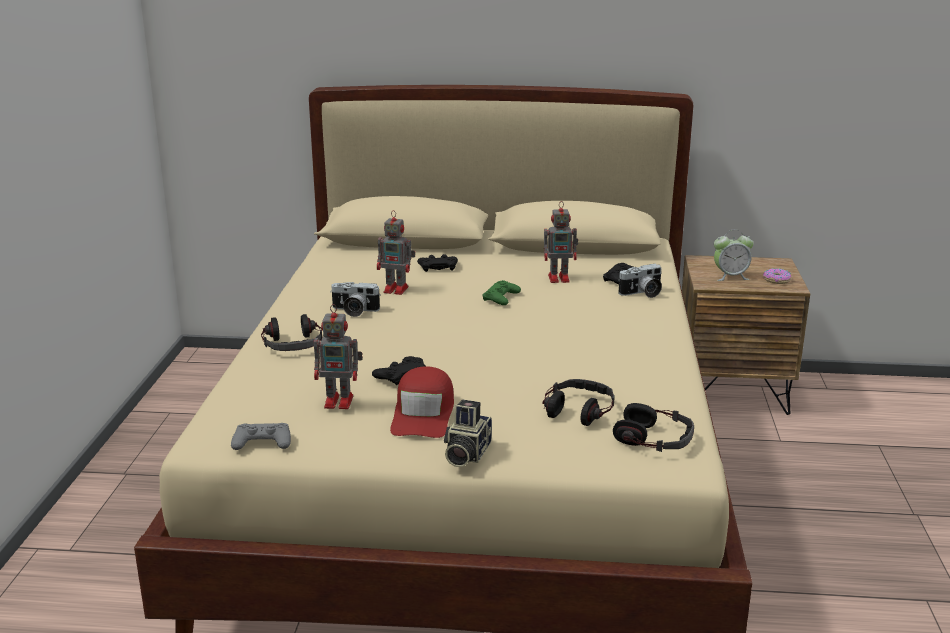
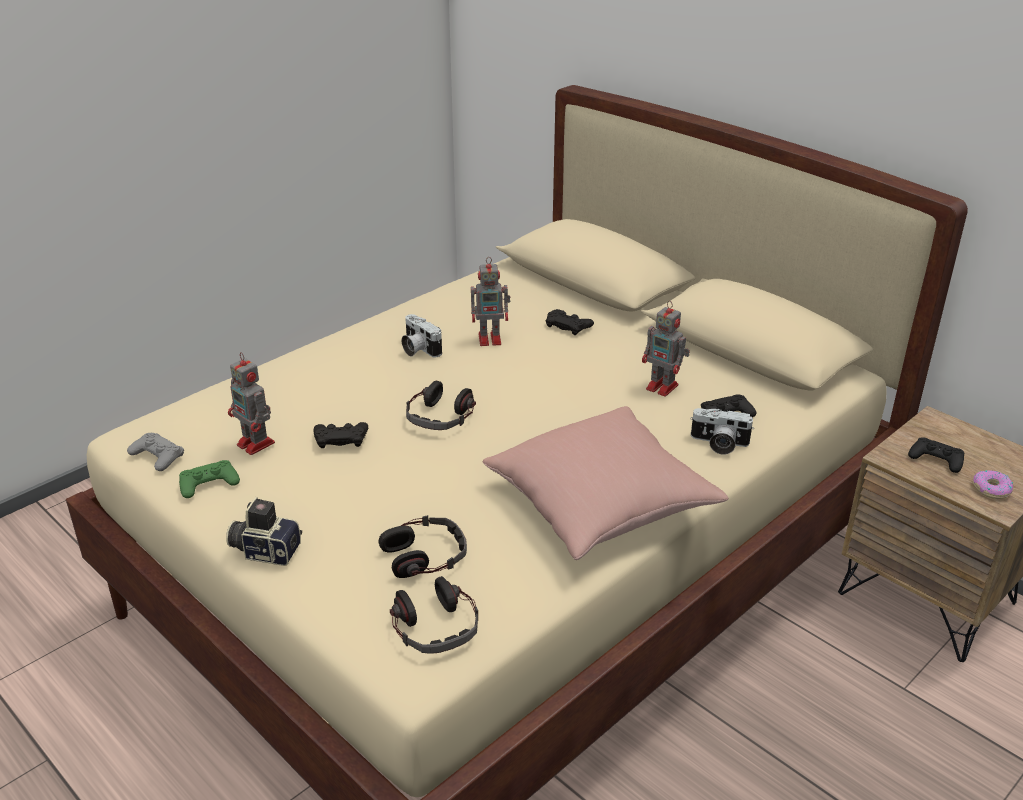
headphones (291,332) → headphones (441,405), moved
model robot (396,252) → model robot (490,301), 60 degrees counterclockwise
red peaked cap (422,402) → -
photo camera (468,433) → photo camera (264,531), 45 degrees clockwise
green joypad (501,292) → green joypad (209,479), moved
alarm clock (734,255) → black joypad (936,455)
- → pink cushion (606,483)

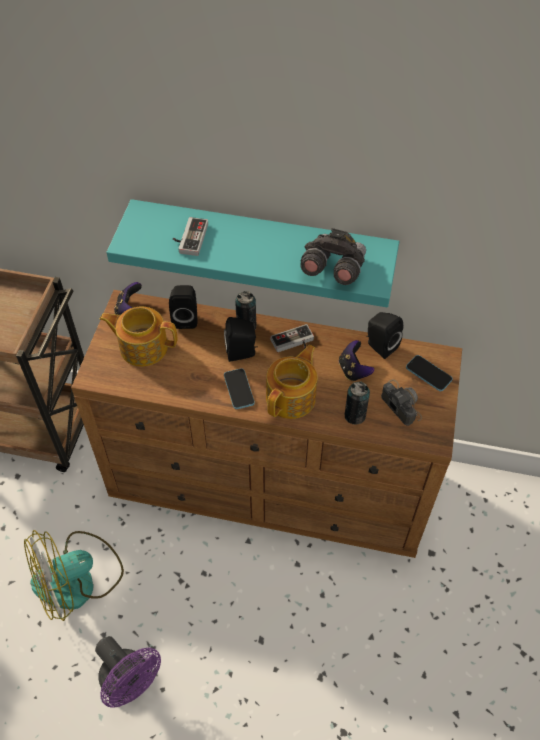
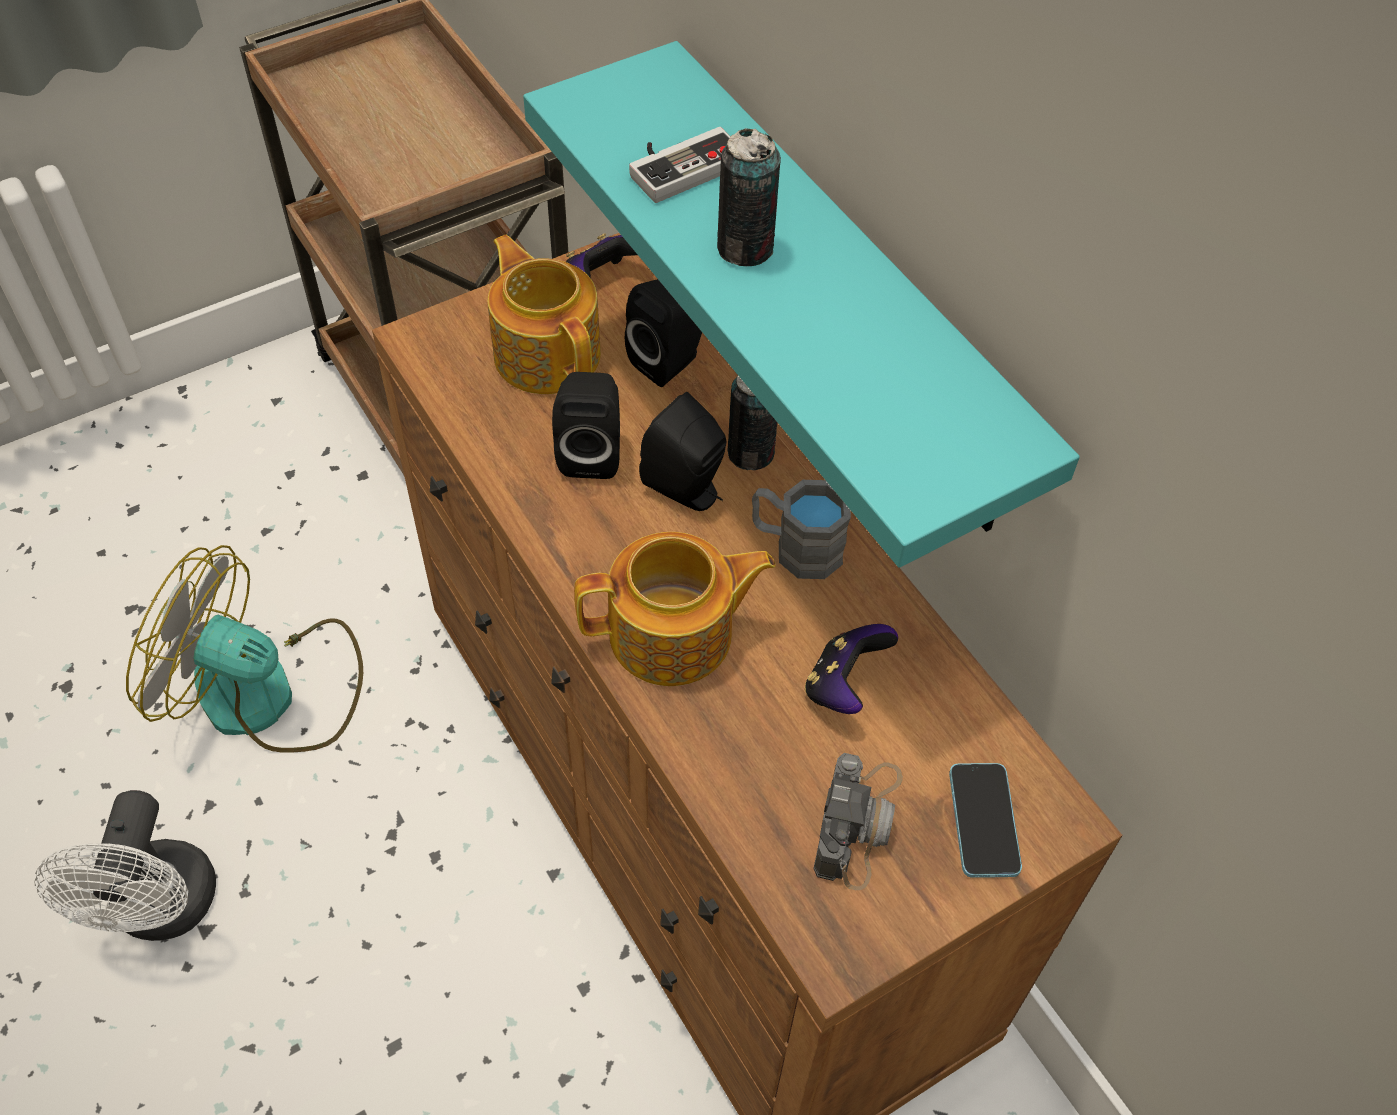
purplish fan (128,672) → white fan (125,865)
handset (239,388) → -
joypad (292,338) → grey tea mug (801,529)
grey field glasses (333,256) → -
metal can (357,403) → metal can (749,197), moved
black speaker (384,335) → black speaker (586,425), moved

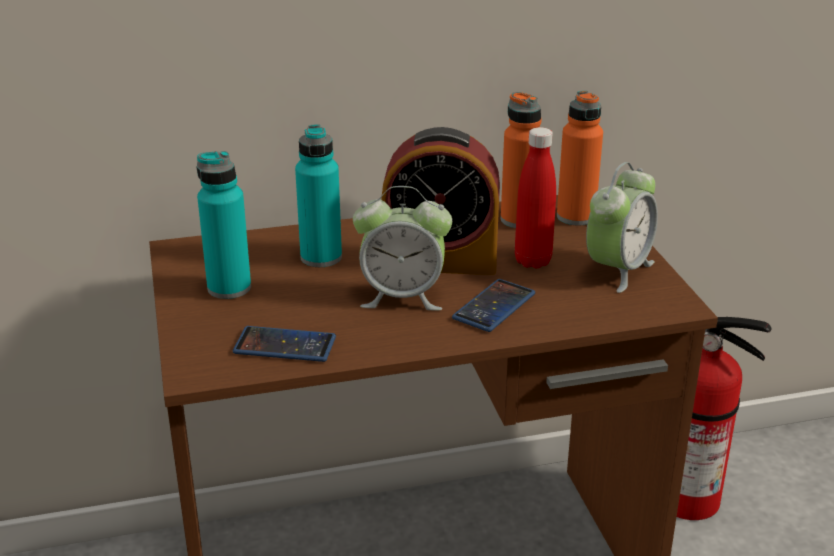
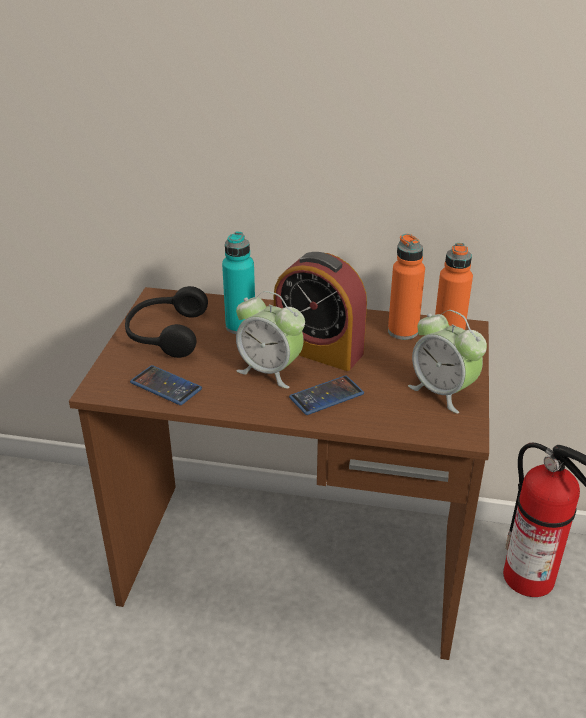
blue-green bottle (224,225) → black headphones (166,322)
red bottle (535,197) → -
alarm clock (622,227) → alarm clock (447,362), 75 degrees clockwise

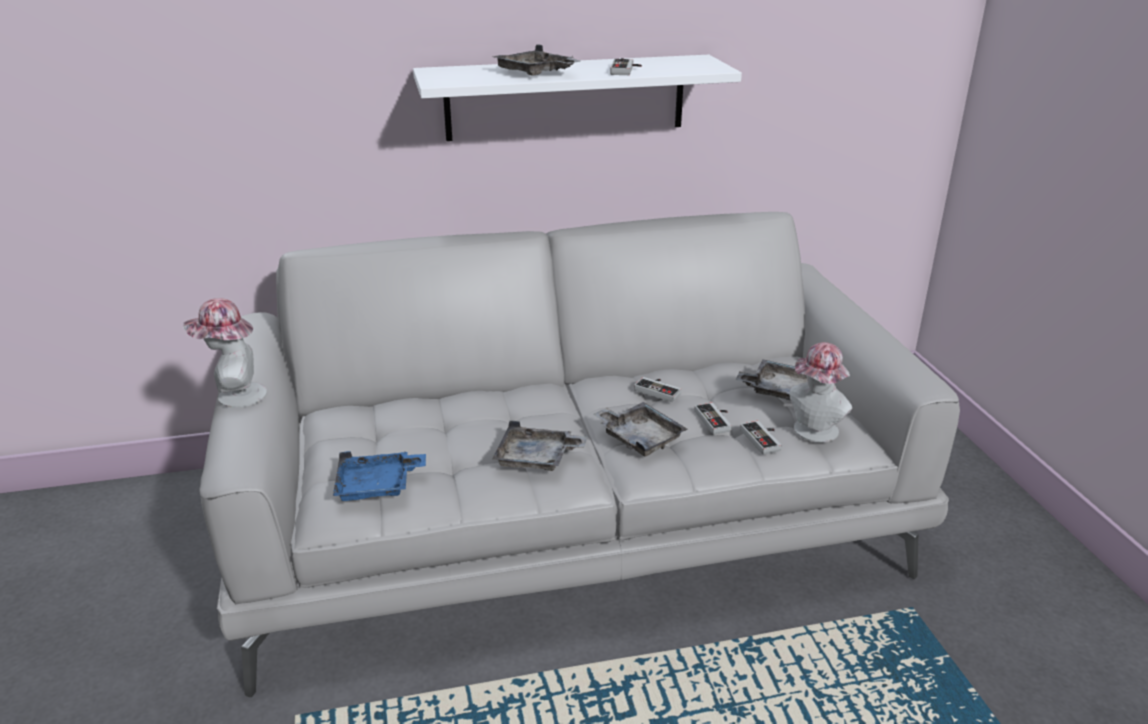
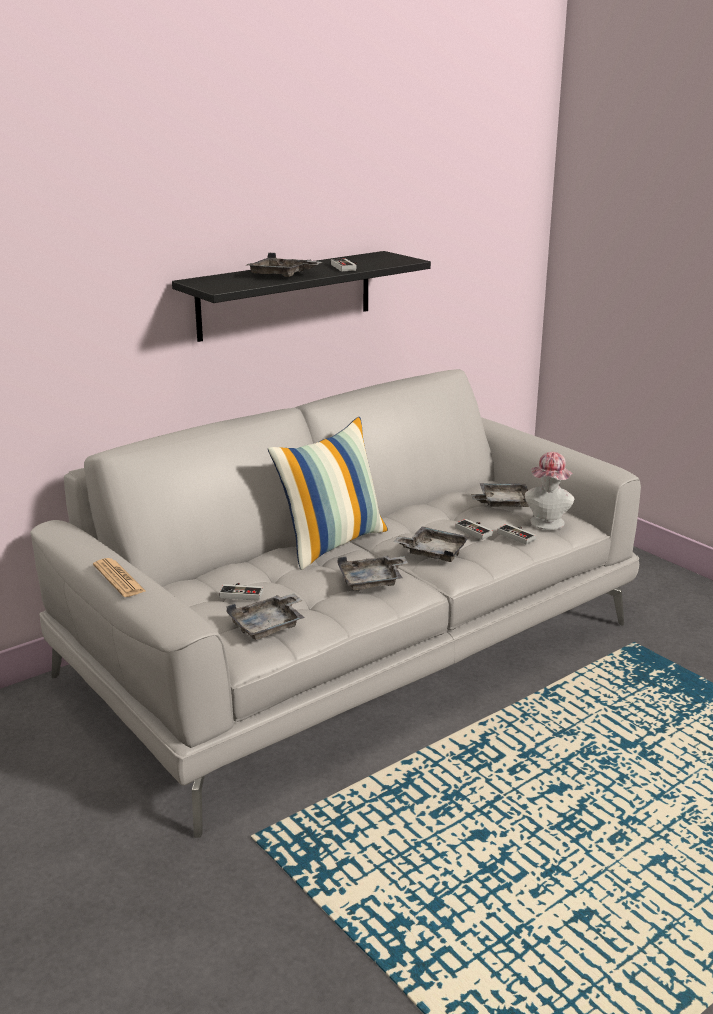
hat (225,353) → daily paper (119,577)
blue carrying tray (379,476) → grey carrying tray (265,616)
white bracket shelf (577,98) → black bracket shelf (301,296)
joypad (657,389) → joypad (241,592), moved
- → cushion (328,493)

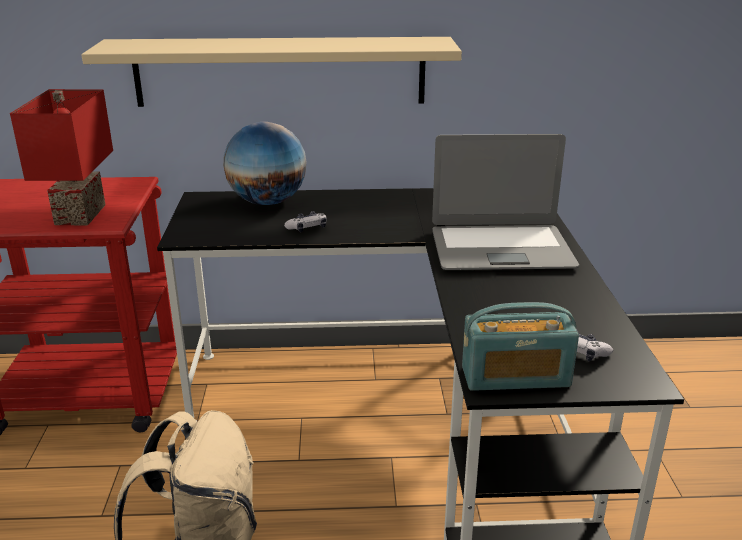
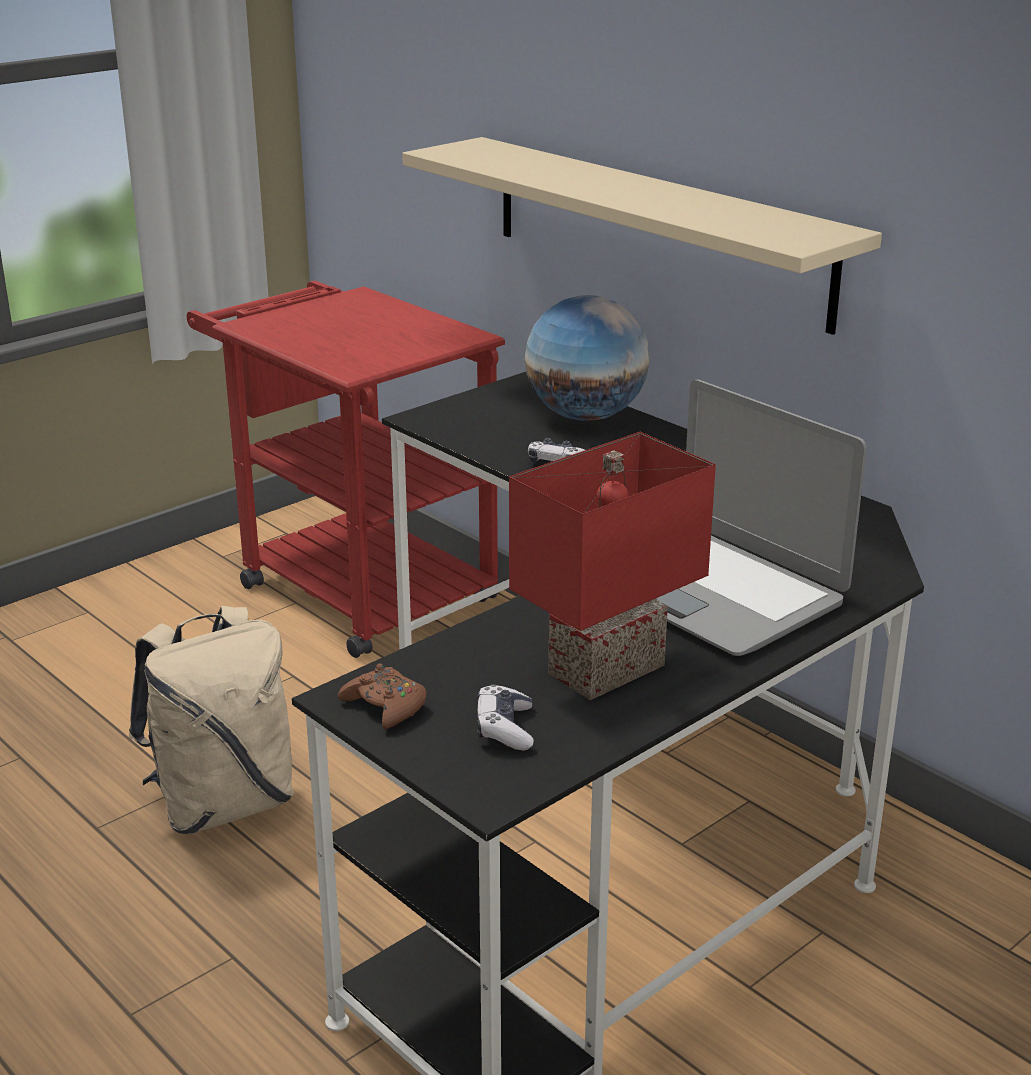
red tabletop lamp (61,157) → red tabletop lamp (612,566), moved
radio (520,346) → brown joypad (382,696)

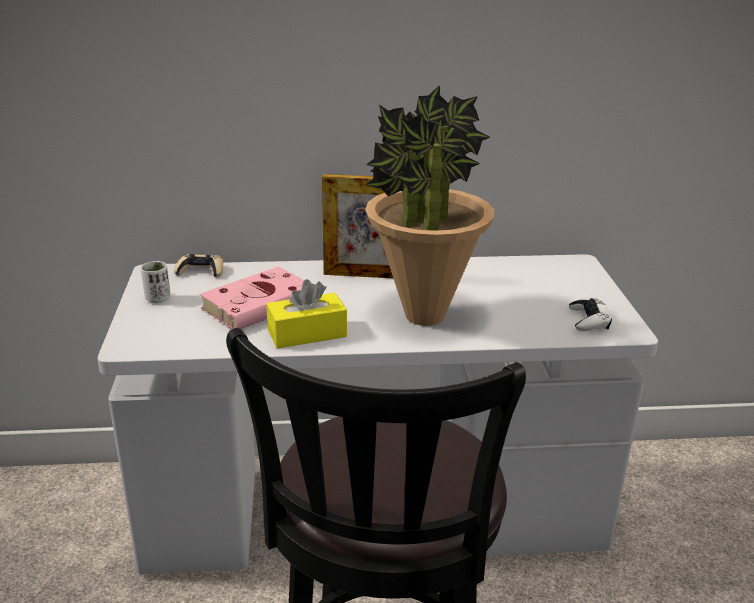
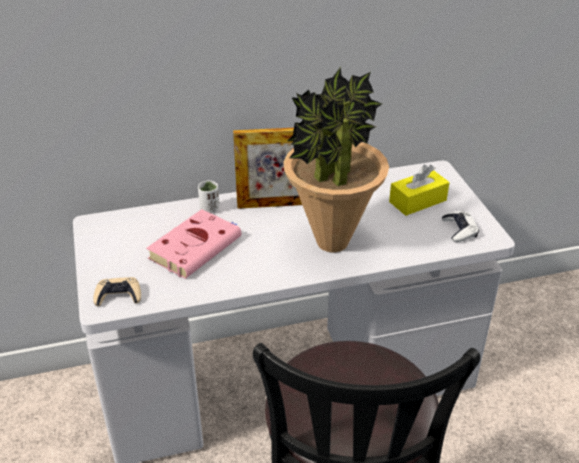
white drinking cup (156,282) → white drinking cup (209,197), moved
beige-coloured joypad (198,266) → beige-coloured joypad (117,291), moved
yellow-coloured tissue holder (306,313) → yellow-coloured tissue holder (419,190), moved

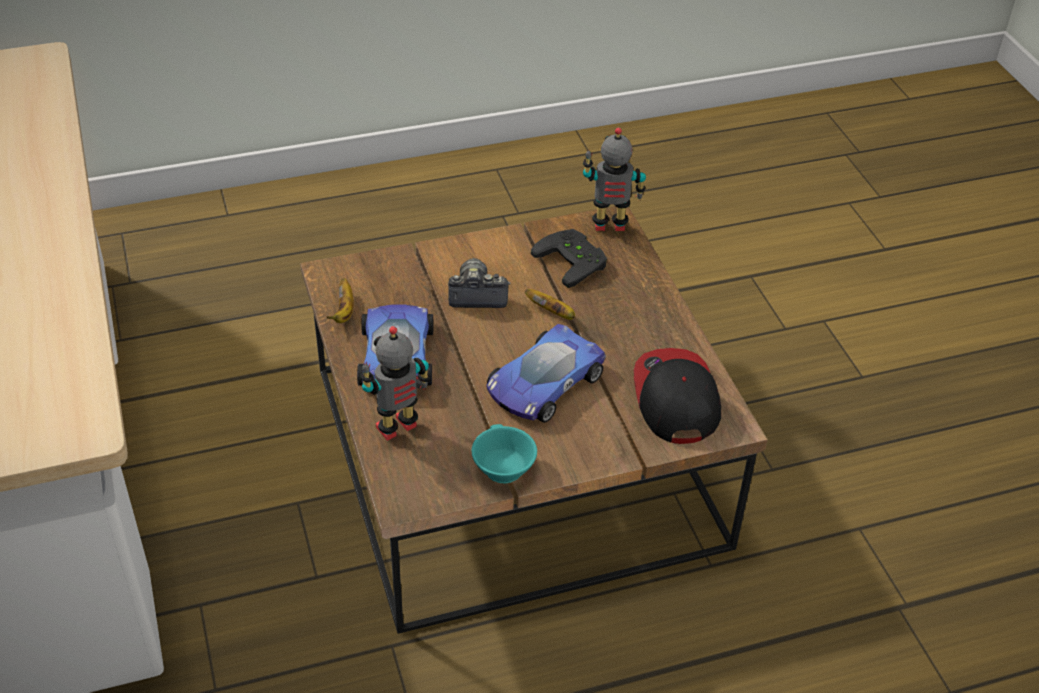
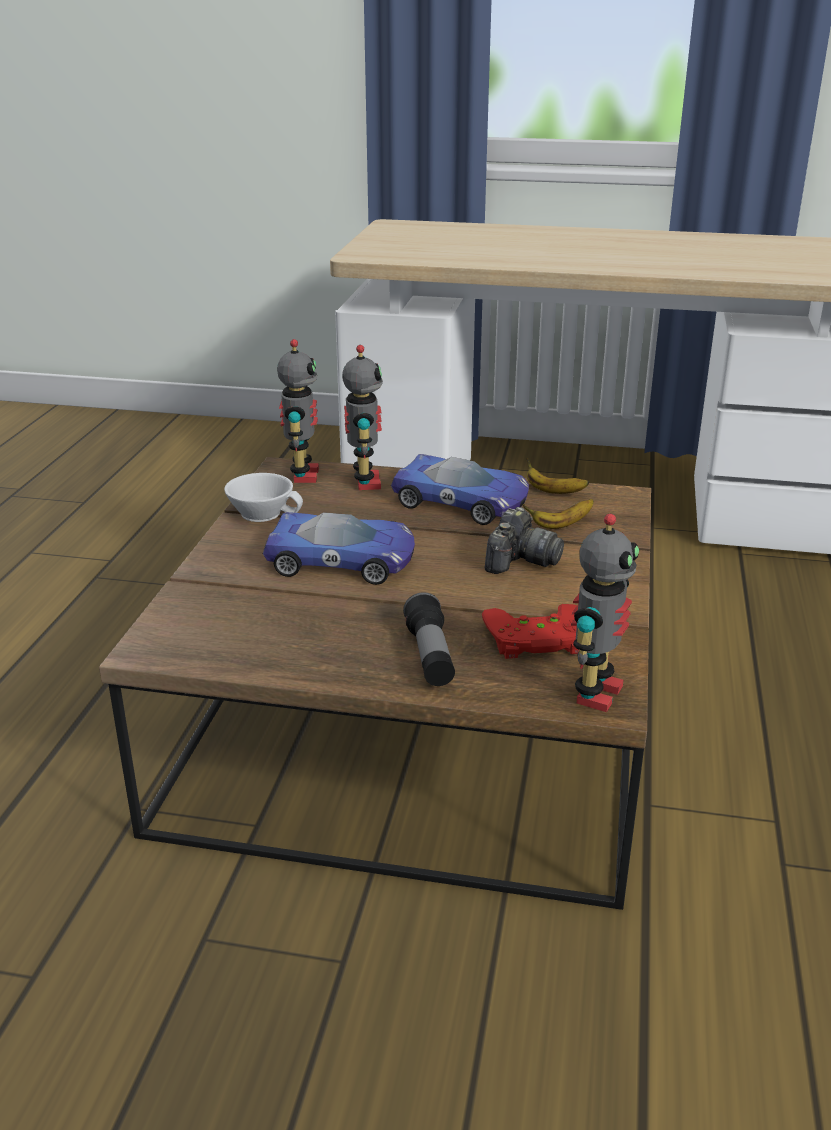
blue-green drinking cup (504,453) → white drinking cup (263,497)
toy car (546,373) → toy car (339,548), 120 degrees clockwise
banana (550,304) → banana (558,514), moved
black joypad (569,258) → red joypad (530,631)
peaked cap (677,396) → -
- → model robot (298,411)
- → flashlight (429,639)

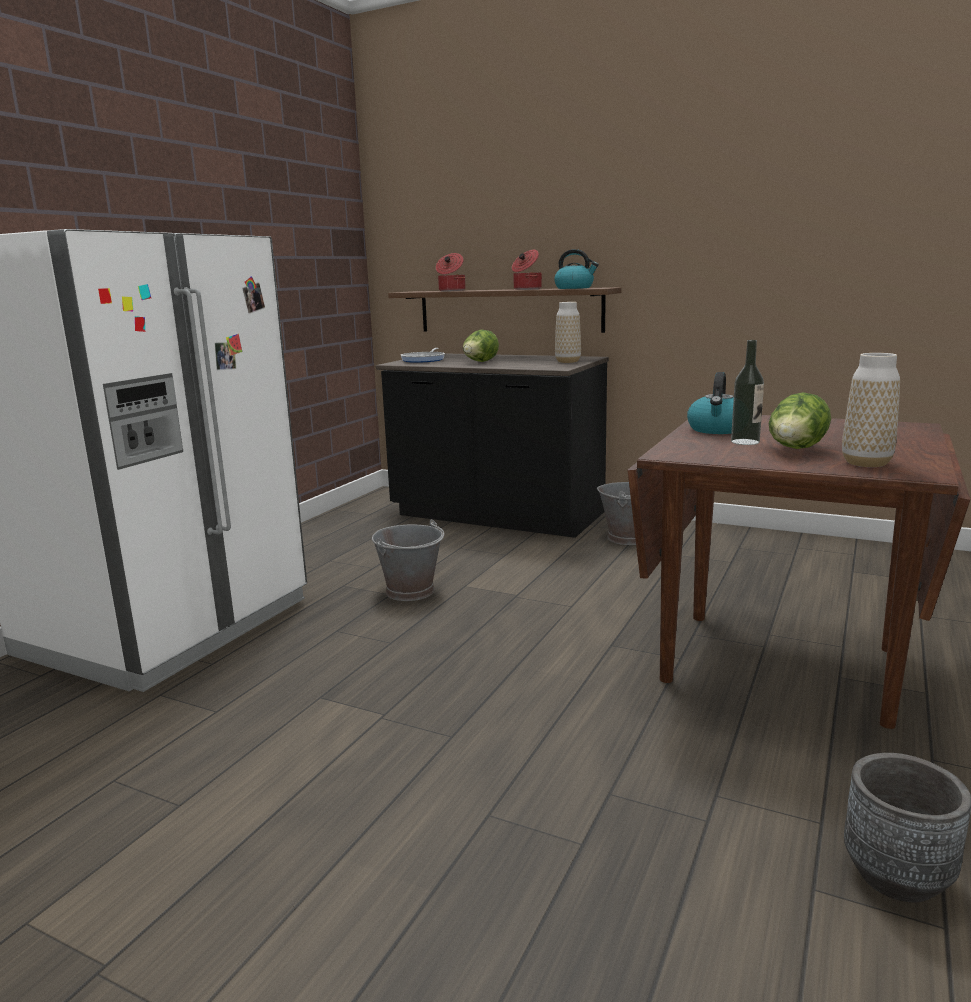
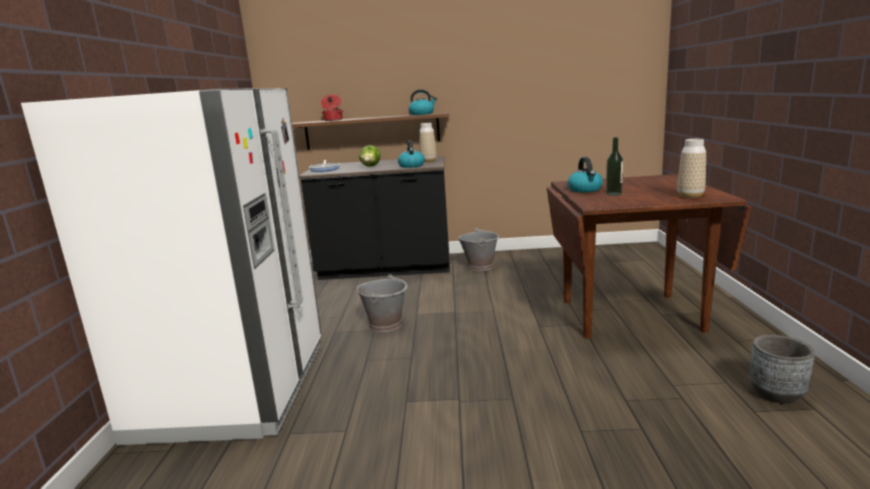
saucepot (527,270) → -
lettuce head (800,420) → -
- → kettle (411,154)

